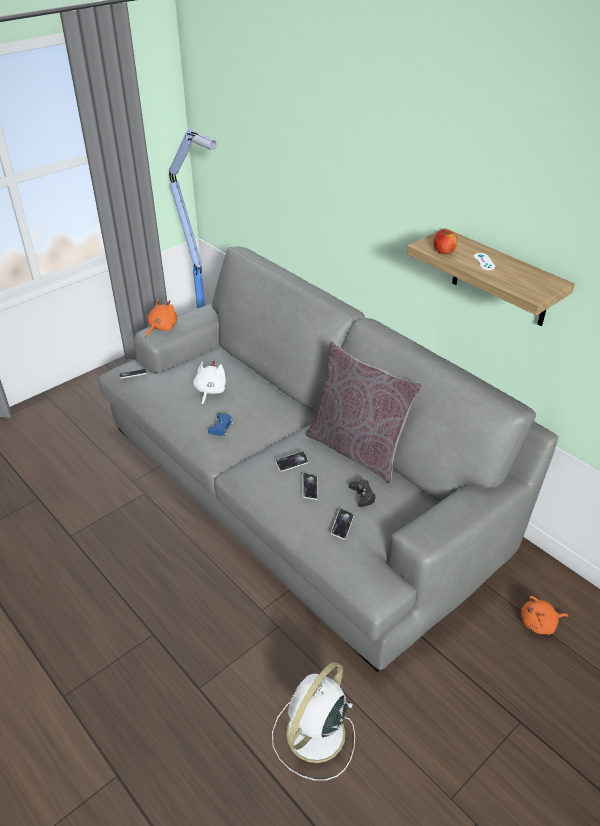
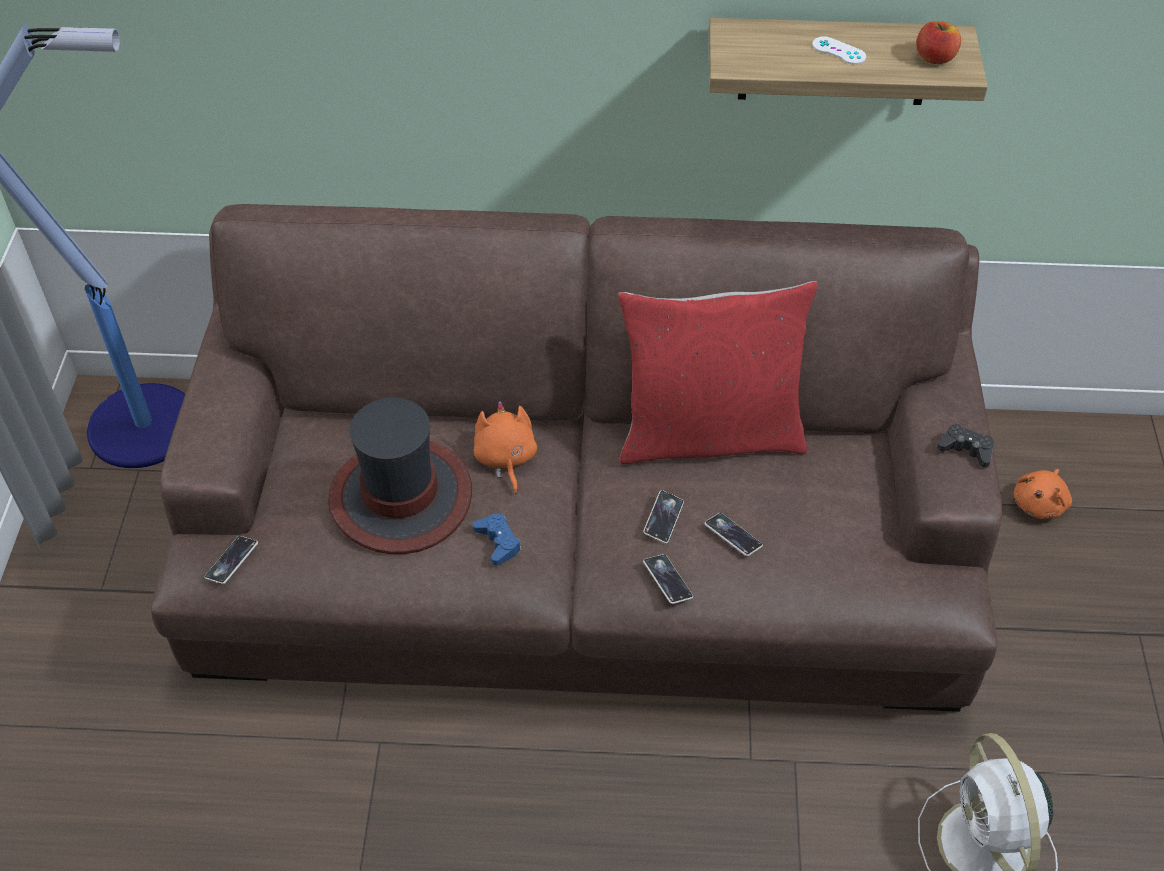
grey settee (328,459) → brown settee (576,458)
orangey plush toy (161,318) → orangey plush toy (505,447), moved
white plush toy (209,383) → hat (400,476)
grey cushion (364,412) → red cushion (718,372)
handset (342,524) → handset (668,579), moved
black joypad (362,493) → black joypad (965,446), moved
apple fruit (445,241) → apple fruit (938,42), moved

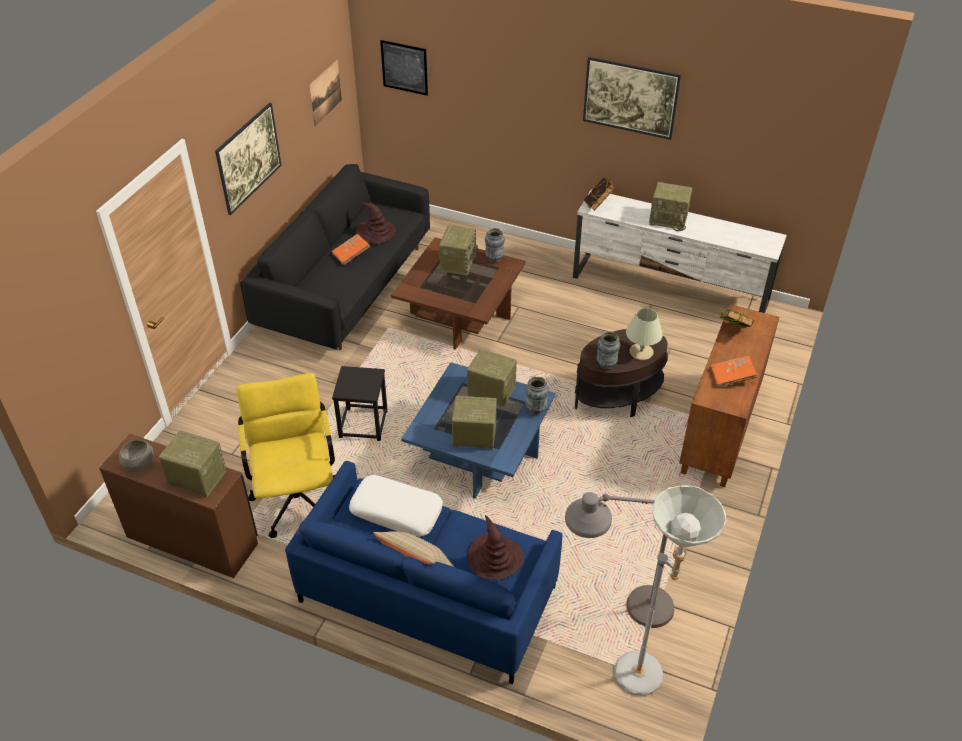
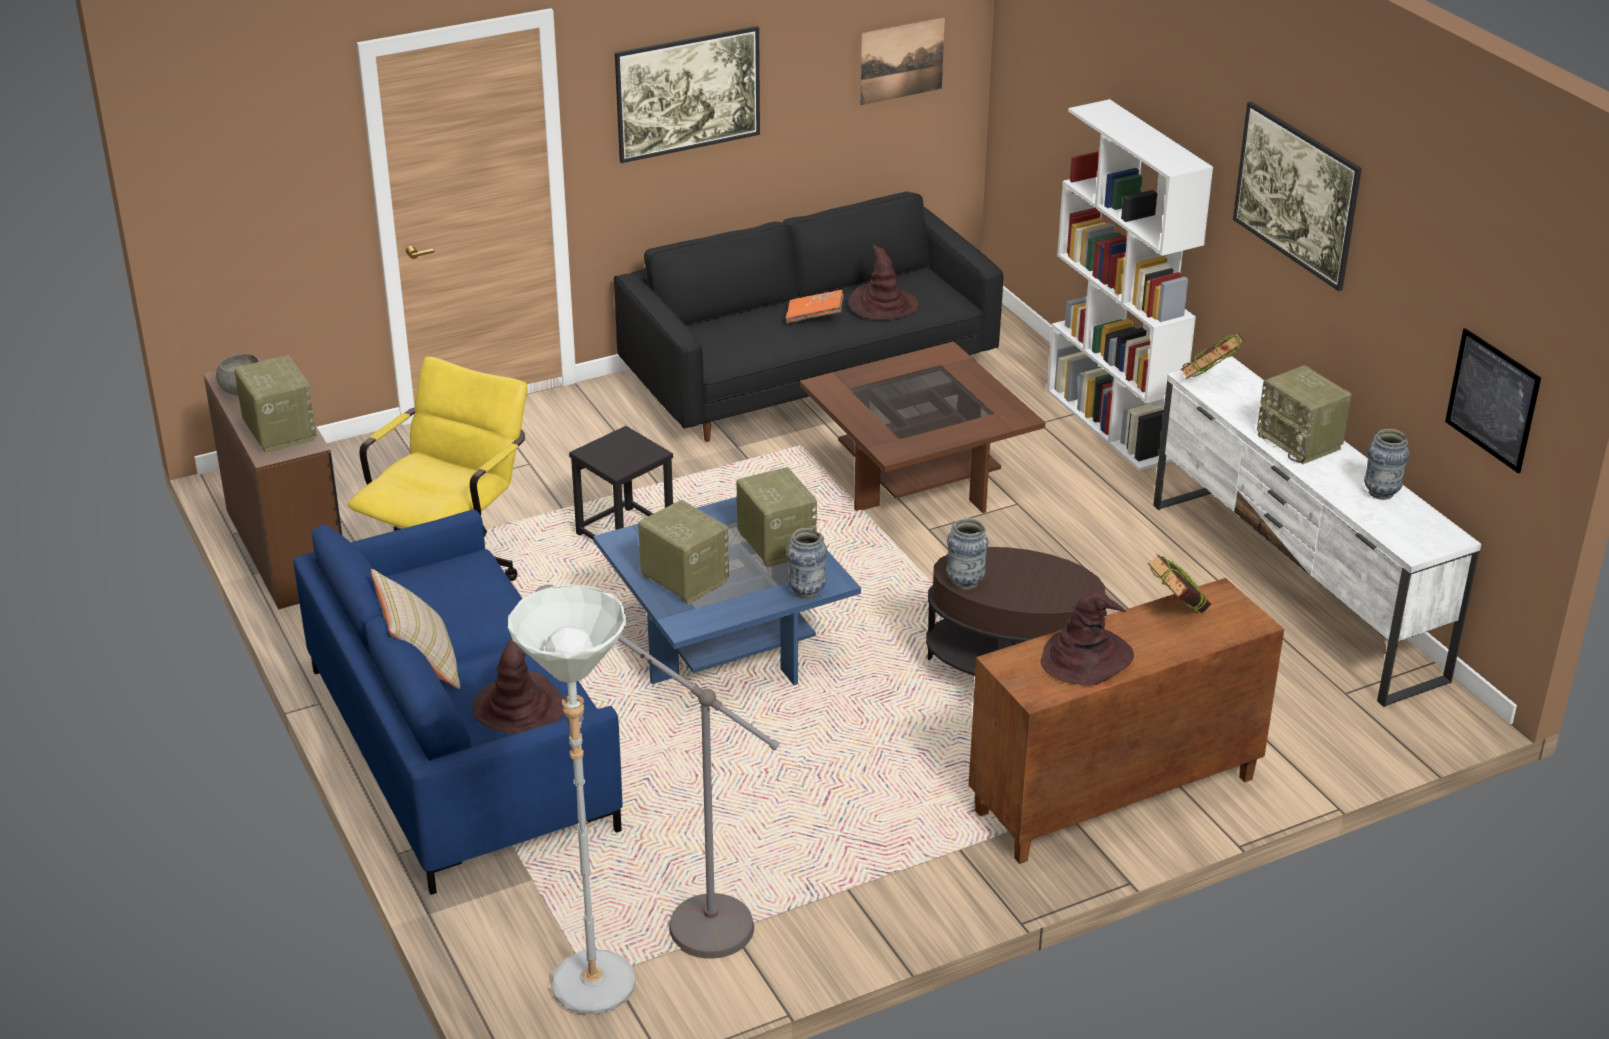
white cushion (396,506) → -
picture (404,68) → picture (1493,400), moved
radio (458,250) → -
decorative vase (495,245) → decorative vase (1386,464), moved
beige-coloured tabletop lamp (644,334) → -
orangey bound book (734,371) → brown hat (1087,638)
- → white shelving unit (1130,285)

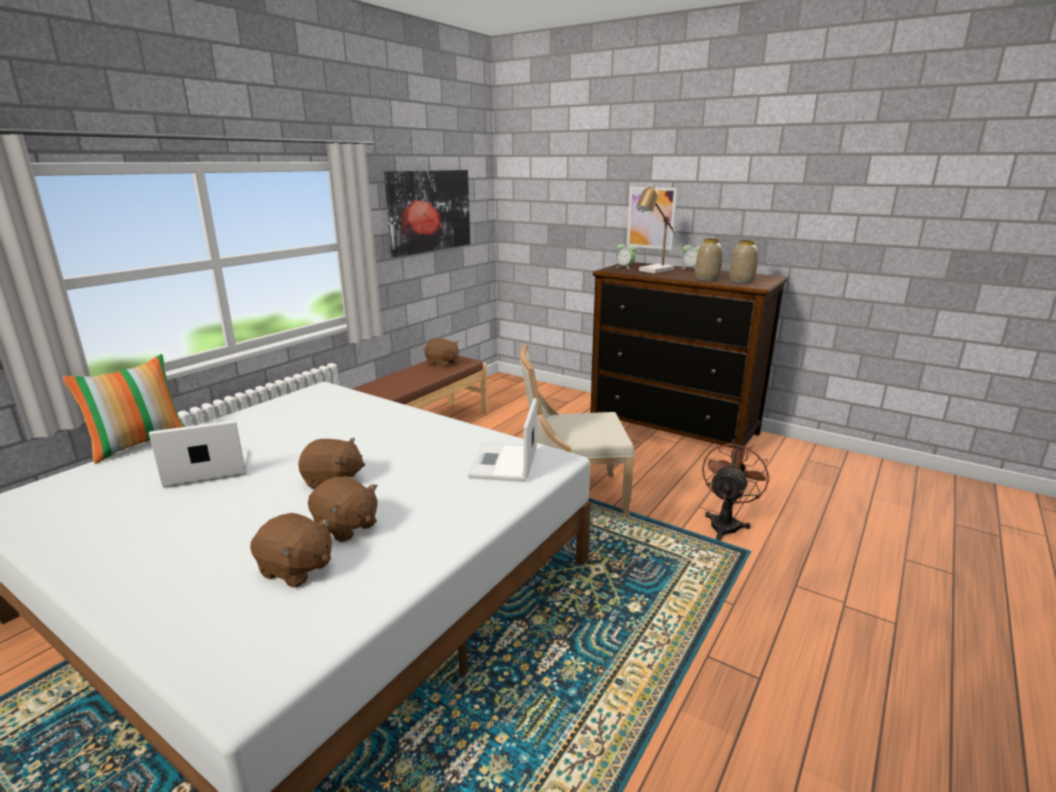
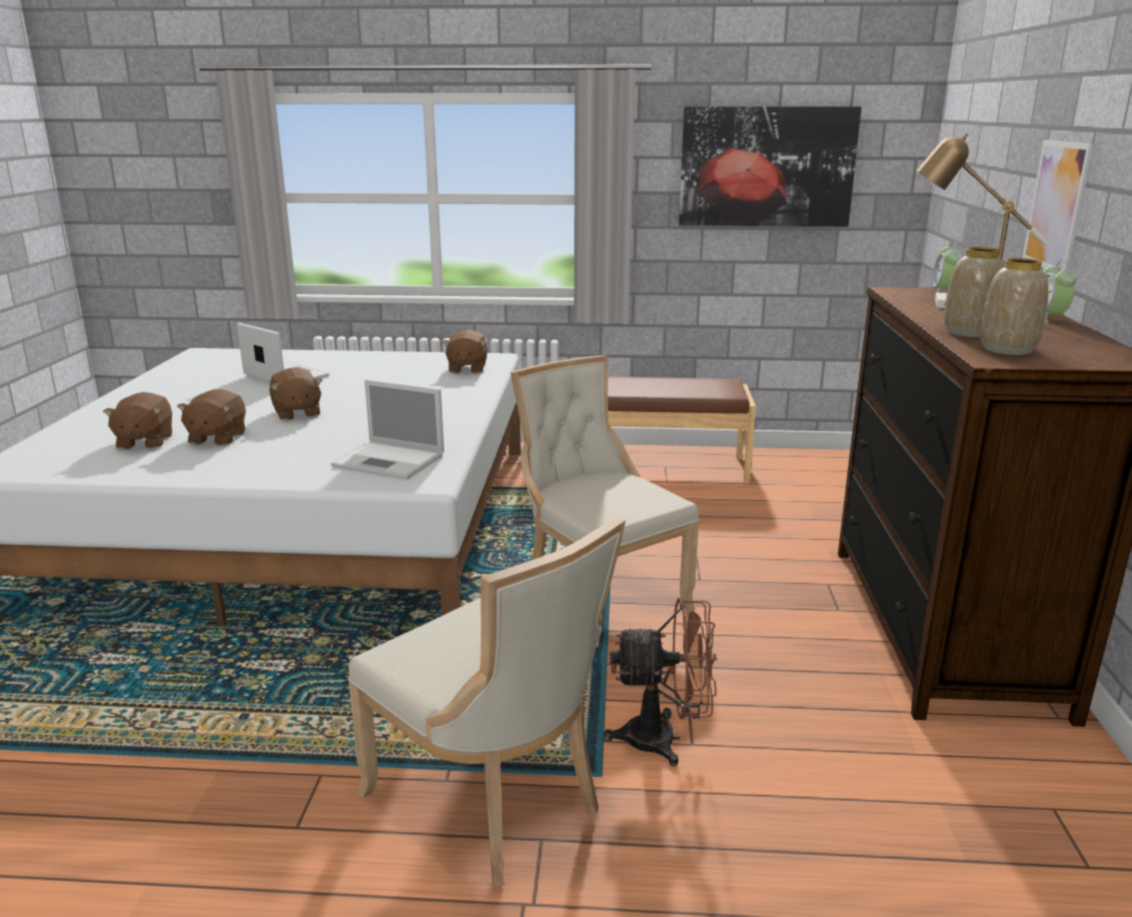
cushion (124,409) → -
brown plush toy (441,352) → brown plush toy (465,351), moved
portable computer (502,440) → portable computer (387,430), 135 degrees counterclockwise
- → beige-coloured chair (487,701)

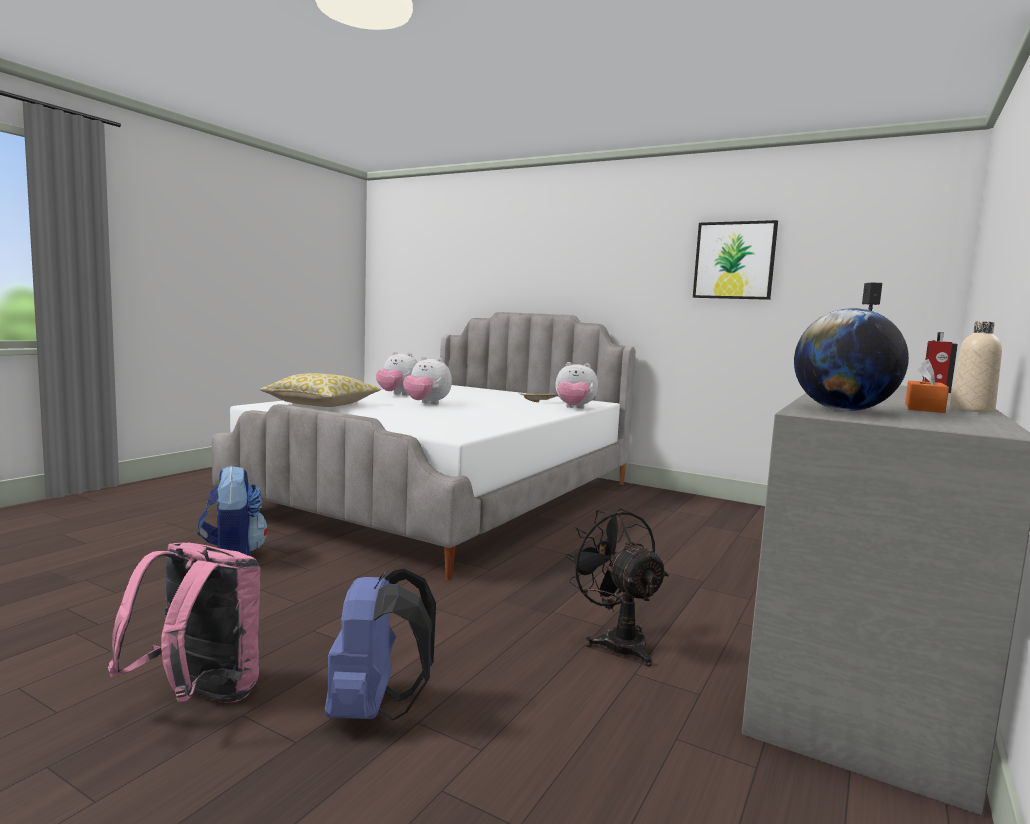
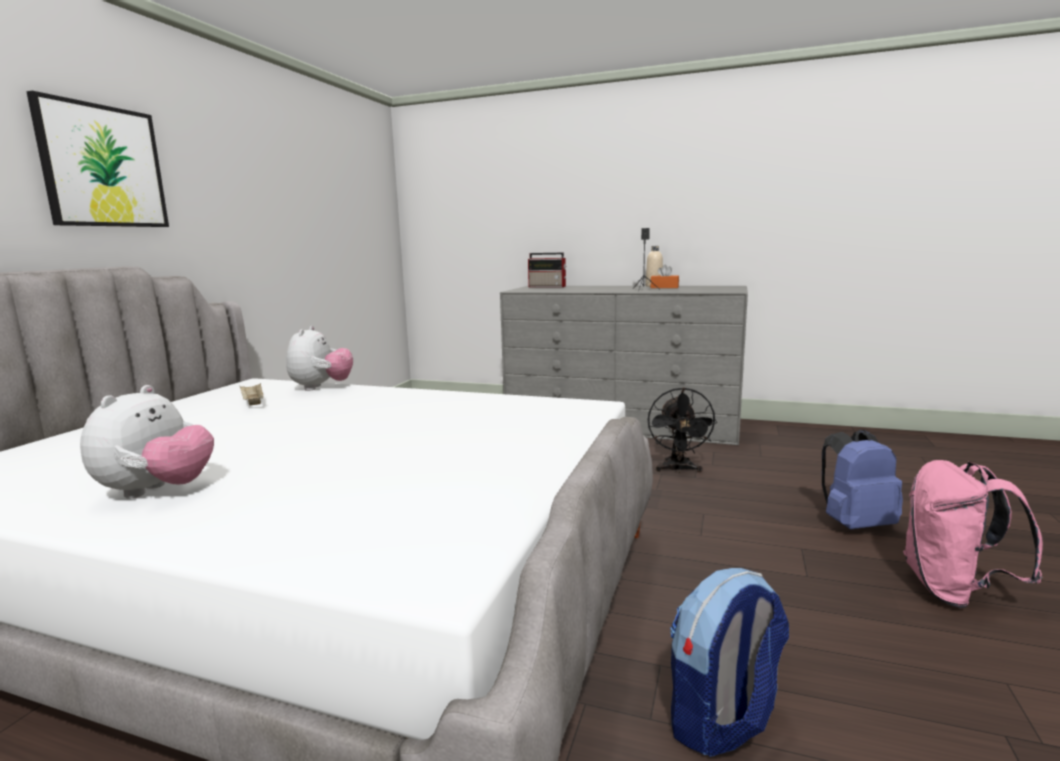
cushion (320,390) → -
plush toy (427,380) → -
black fan (617,587) → black fan (683,430), 45 degrees counterclockwise
picture (735,260) → picture (97,159), moved
globe (851,359) → -

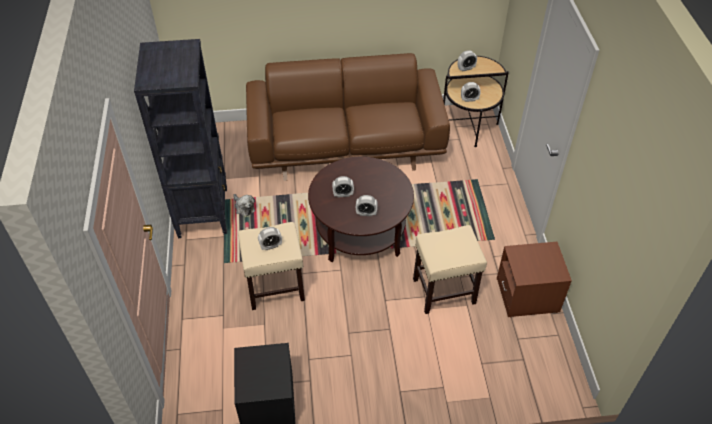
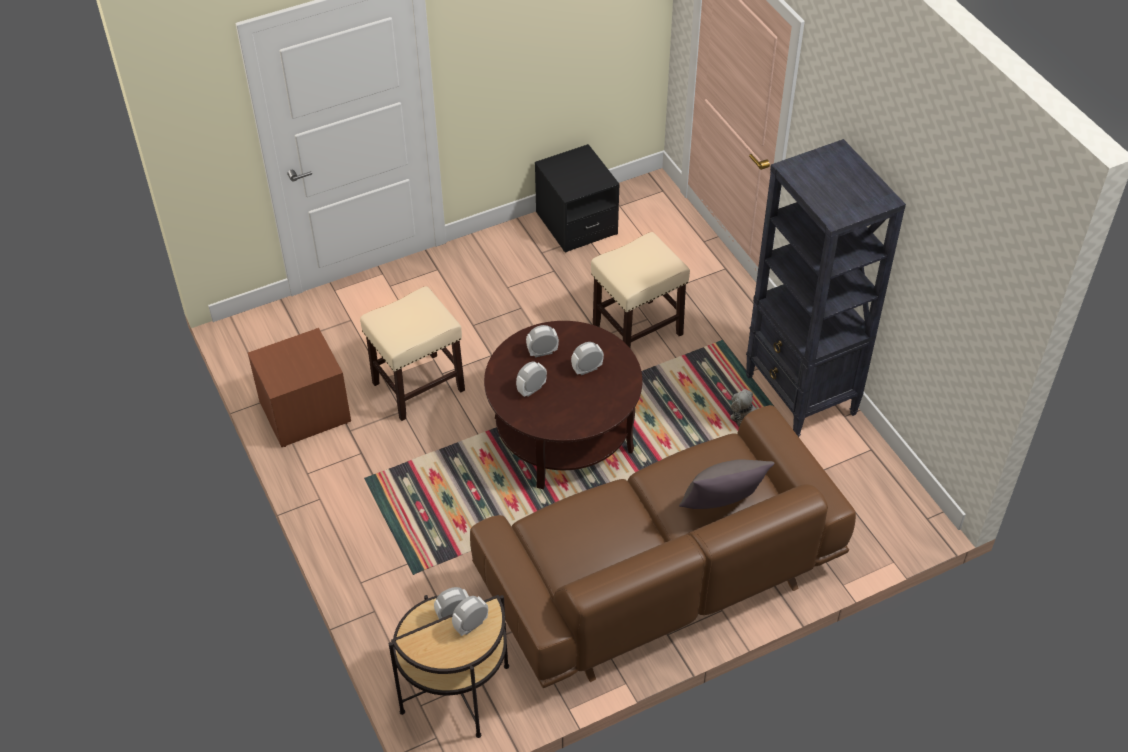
alarm clock (270,238) → alarm clock (531,379), moved
- → grey cushion (726,484)

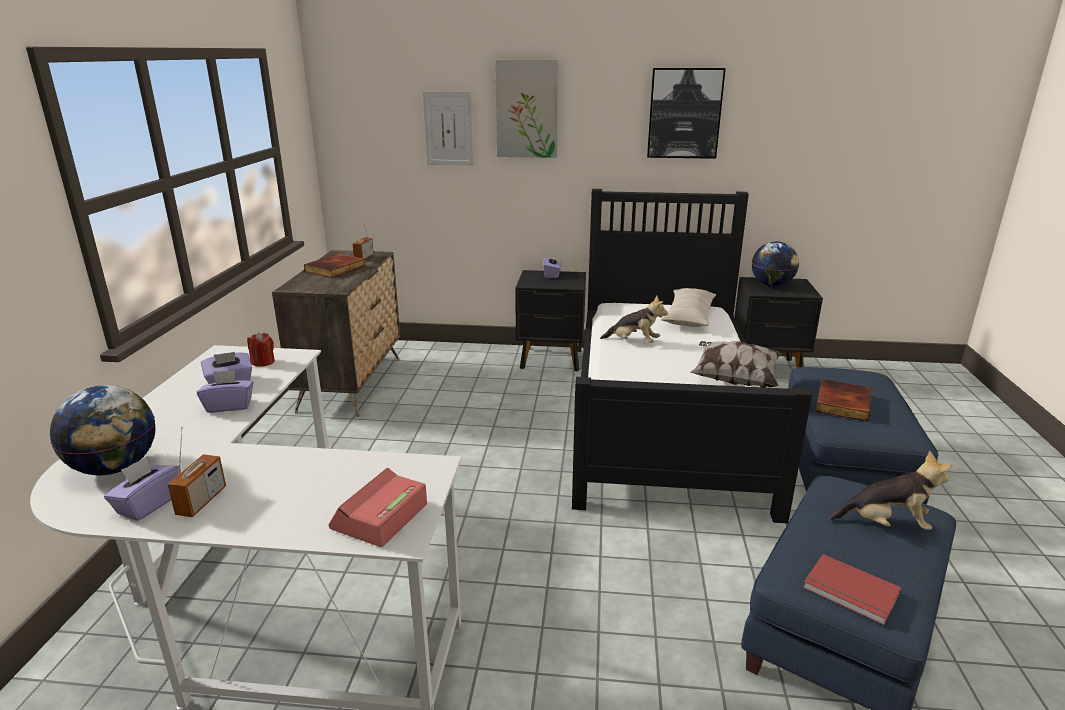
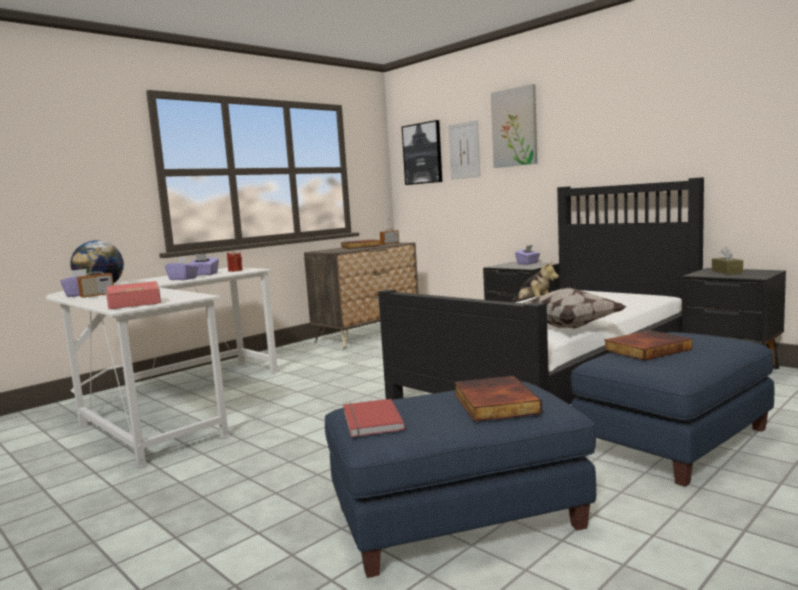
picture (686,113) → picture (422,152), moved
beige-coloured cushion (688,307) → -
globe (775,264) → brown tissue holder (727,260)
plush toy (891,490) → bound book (498,398)

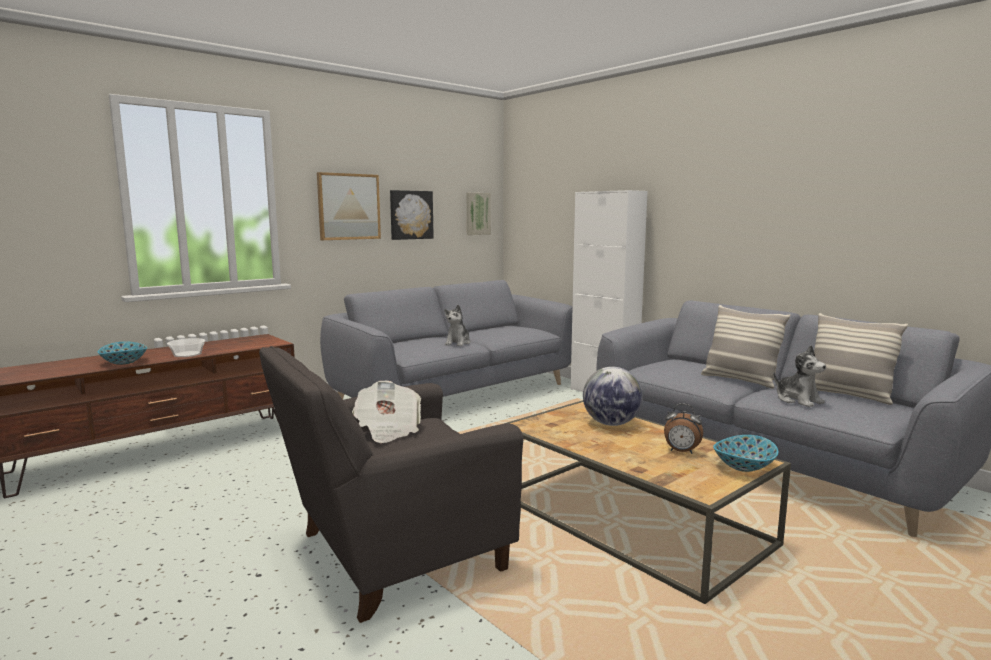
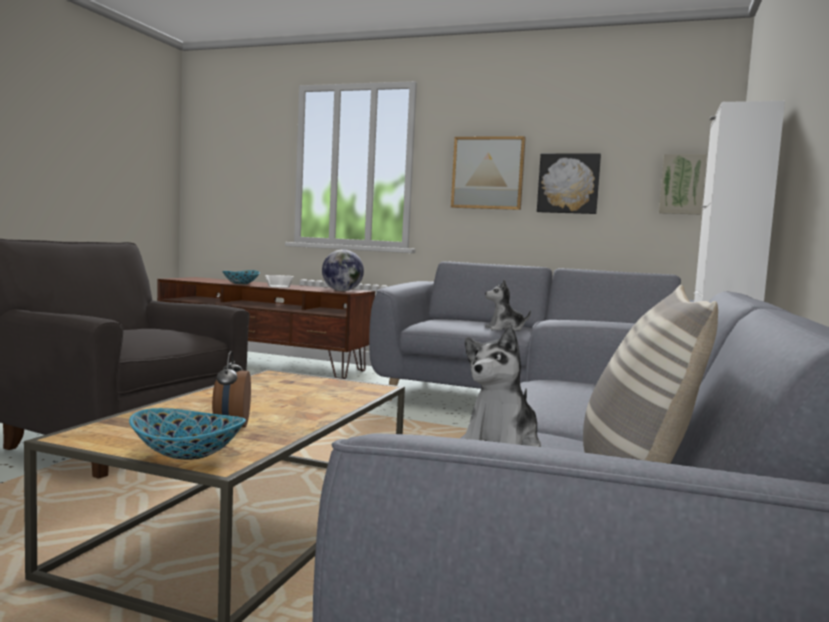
daily paper (386,411) → -
globe (613,396) → globe (343,270), moved
cushion (745,346) → -

